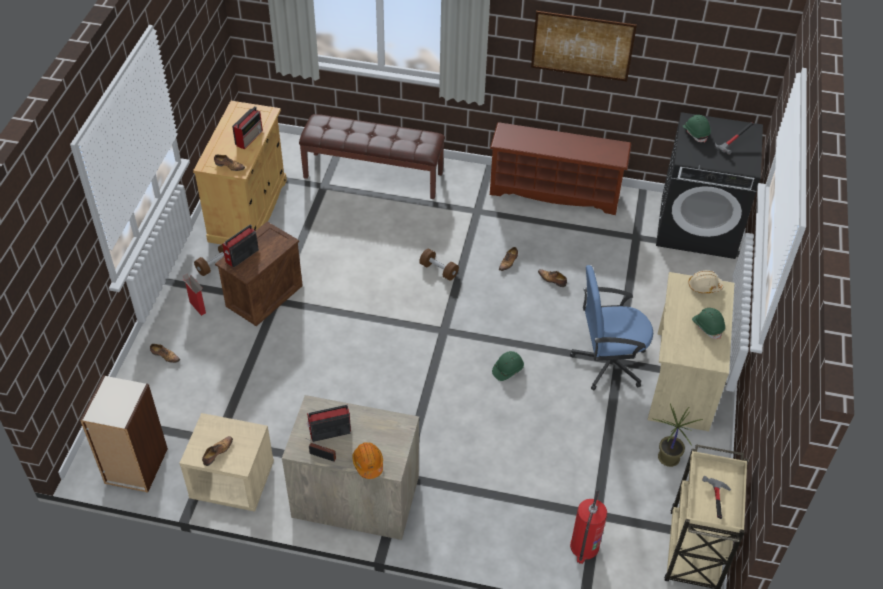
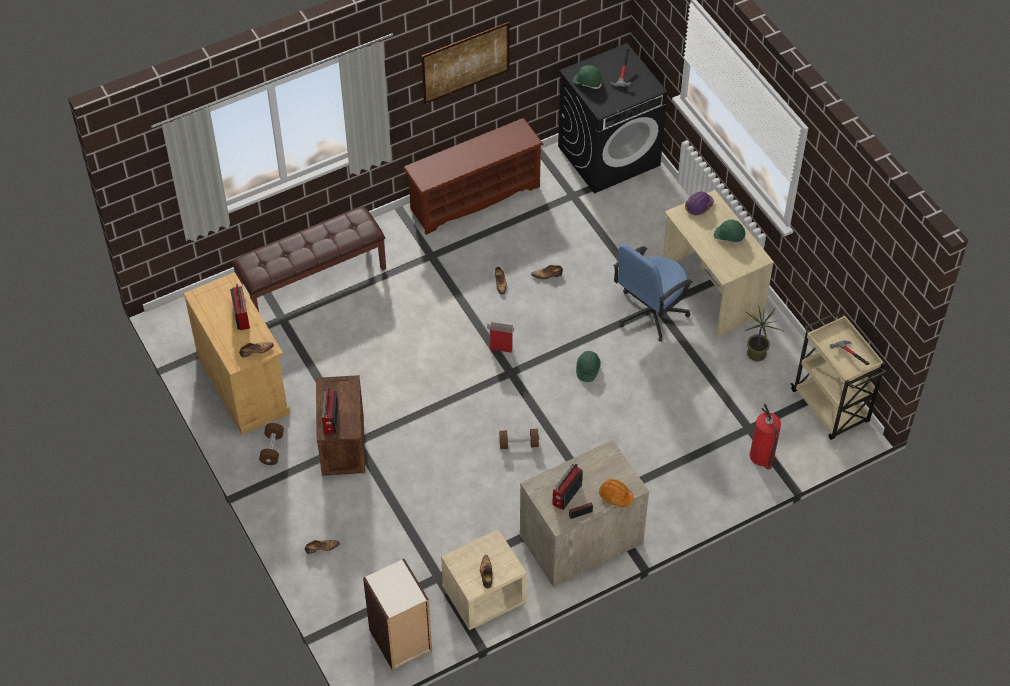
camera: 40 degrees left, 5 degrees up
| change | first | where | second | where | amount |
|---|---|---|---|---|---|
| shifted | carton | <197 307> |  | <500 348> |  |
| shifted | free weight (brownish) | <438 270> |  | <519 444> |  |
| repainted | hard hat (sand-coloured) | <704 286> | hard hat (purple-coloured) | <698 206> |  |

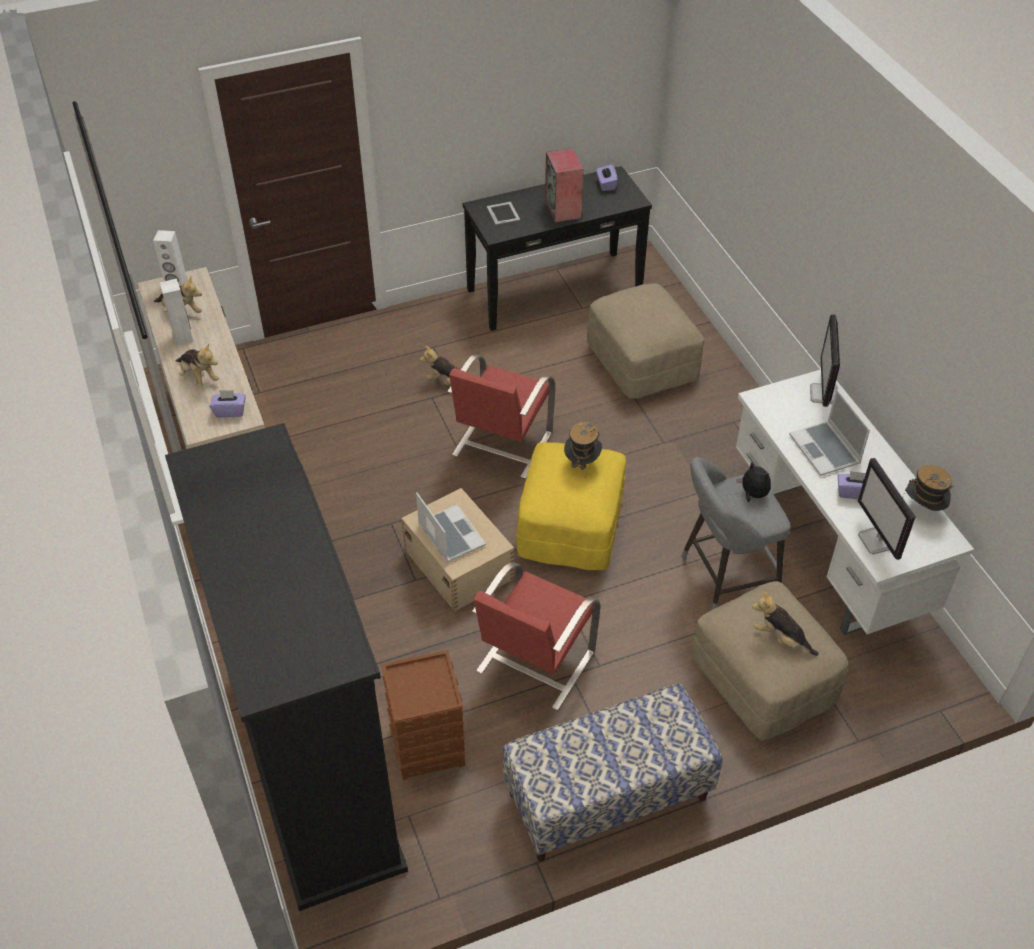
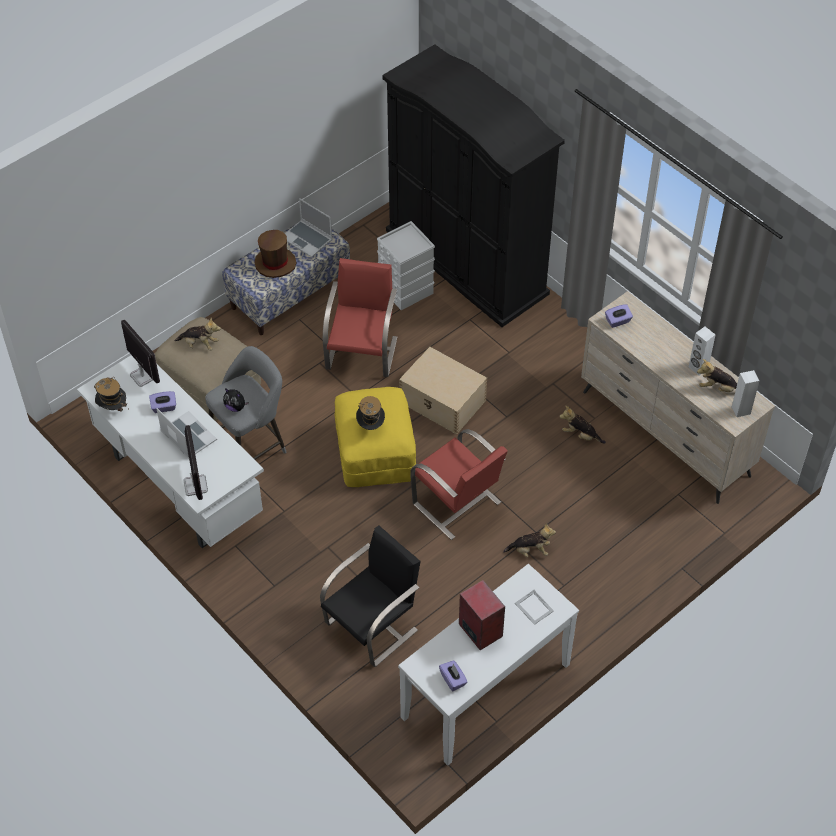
camera: 160 degrees right, 5 degrees up
| change | first | where | second | where | amount |
|---|---|---|---|---|---|
| new |  |  | hat (brownish) | <275 263> |  |
| shifted | soft toy | <198 377> |  | <580 435> |  |
| shifted | portable computer | <450 535> |  | <307 239> |  |
| swapped | footrest (sand-coloured) | <641 362> | chair (black) | <373 626> |  |
| repainted | storage bin (brownish) | <428 745> | storage bin (whitish) | <406 290> |  |
| repainted | console table (black) | <554 290> | console table (whitish) | <486 691> |  |
| rotated | chair (red-coloured) | <501 445> |  | <457 504> | 135 degrees clockwise |

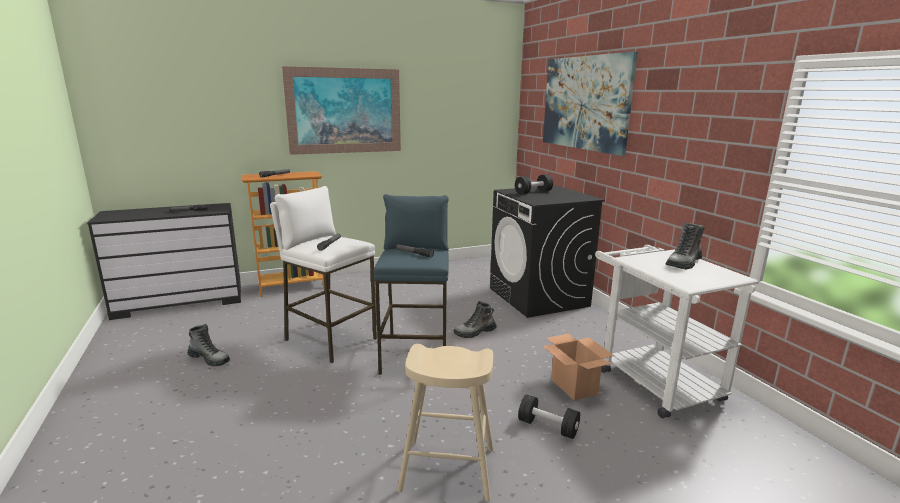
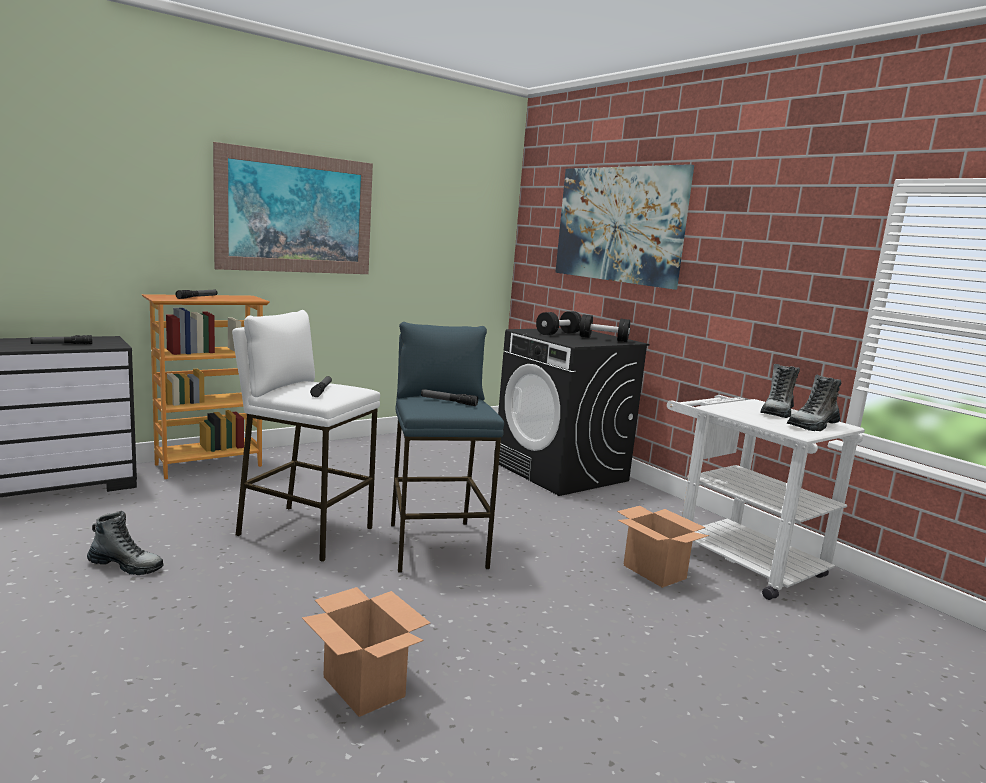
camera: 15 degrees left, 5 degrees down
| change | first | where | second | where | amount |
|---|---|---|---|---|---|
| gone | stool seat (sand-coloured) | <448 469> |  |  |  |
| new |  |  | carton | <362 686> |  |
| shifted | high-top boot | <475 332> |  | <813 426> |  |
| shifted | free weight (black) | <548 427> |  | <603 339> |  |

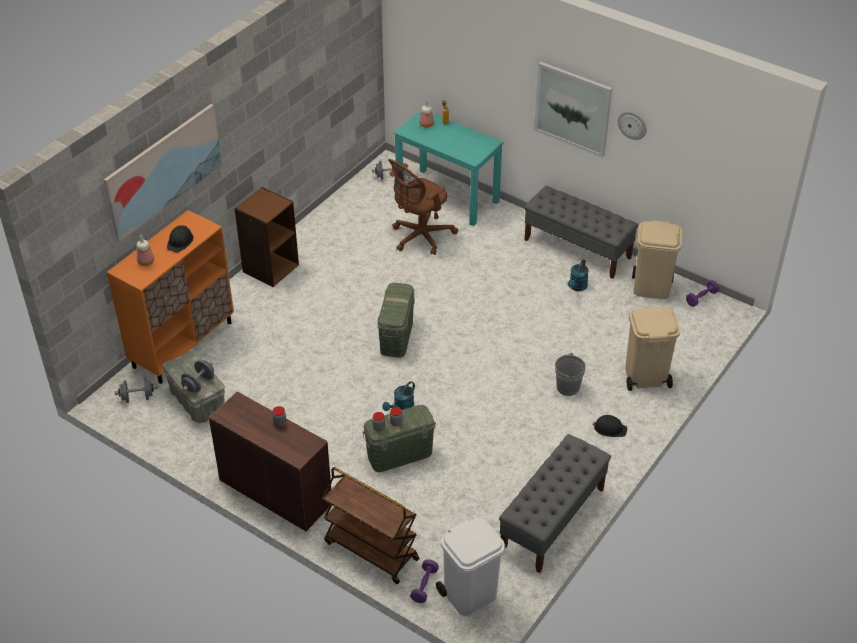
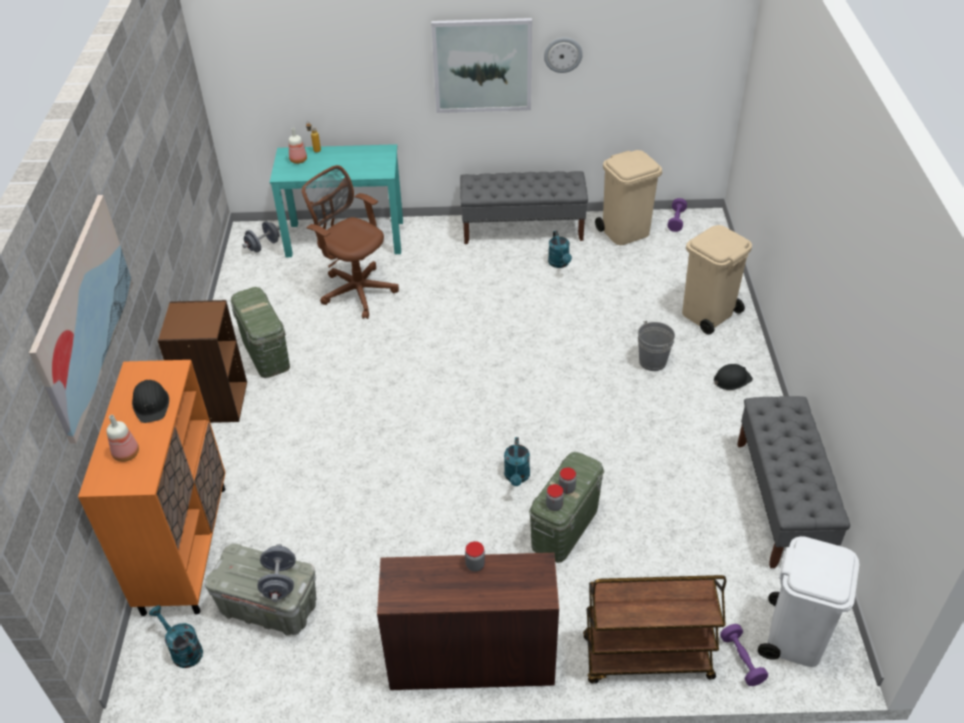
camera: 35 degrees left, 0 degrees up
| change | first | where | second | where | amount |
|---|---|---|---|---|---|
| shifted | storage bin (green) | <396 336> |  | <265 353> |  |
| swapped | free weight (gray) | <137 397> | watering can (blue-green) | <183 650> |  |
| rotated | office chair (brownish) | <420 237> |  | <356 290> | 120 degrees clockwise |

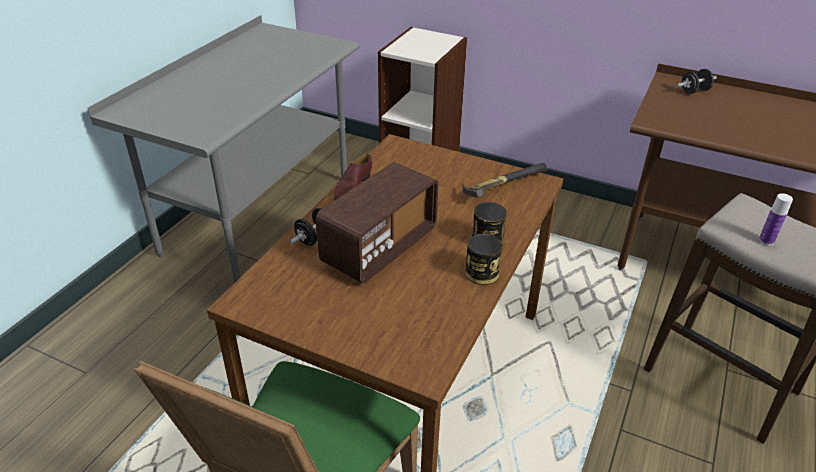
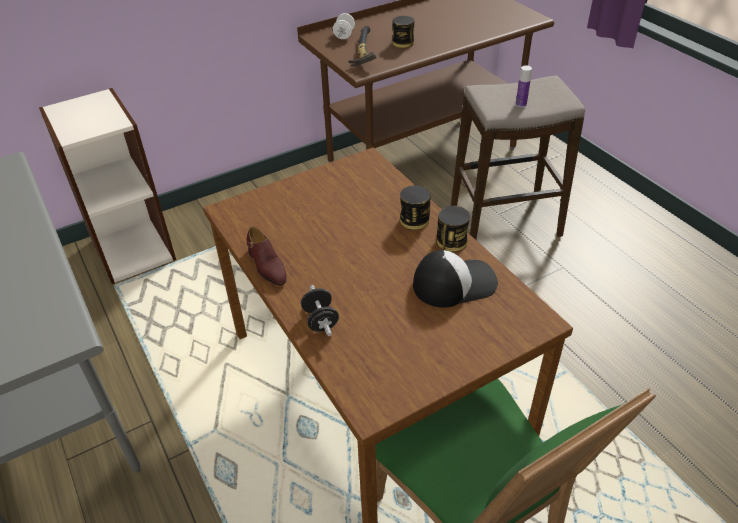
camera: 55 degrees left, 5 degrees up
| change | first | where | second | where | amount |
|---|---|---|---|---|---|
| gone | radio receiver | <379 247> |  |  |  |
| new |  |  | can | <403 43> |  |
| new |  |  | cap | <454 283> |  |
| shifted | tool hammer | <500 187> |  | <362 53> |  |
| repainted | free weight (black) | <694 91> | free weight (whitish) | <344 35> |  |

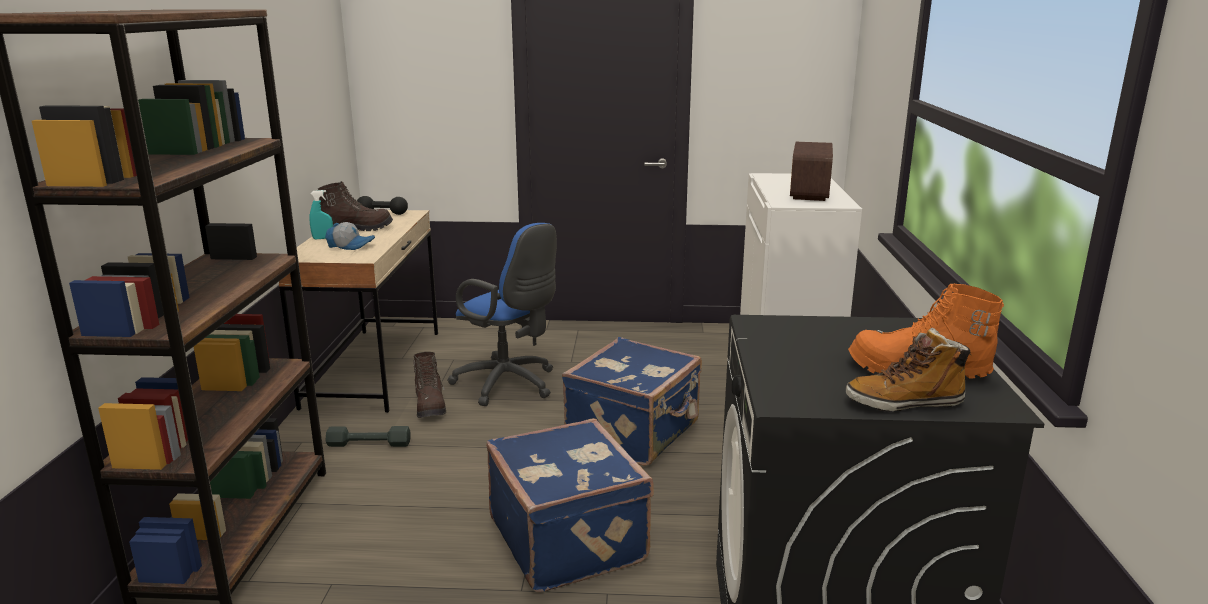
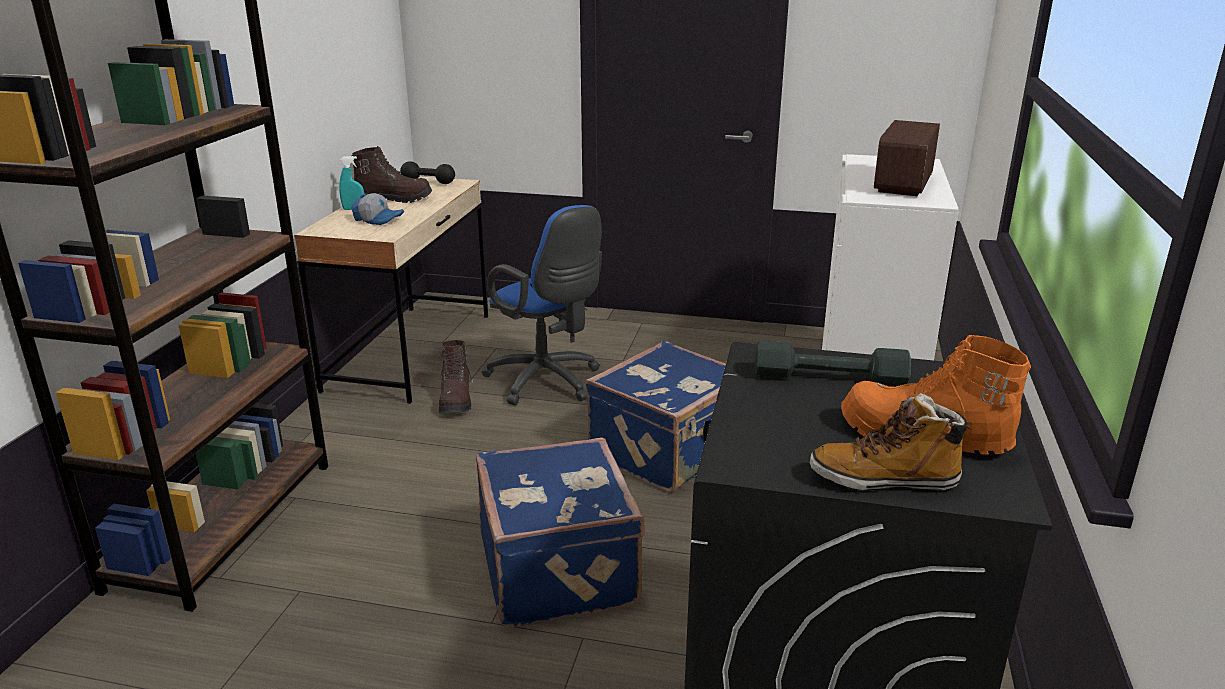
camera: 10 degrees right, 5 degrees up
| change | first | where | second | where | amount |
|---|---|---|---|---|---|
| shifted | free weight (gray) | <369 444> |  | <830 378> |  |

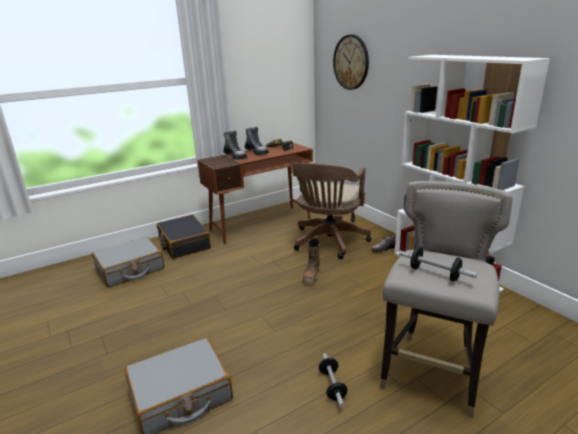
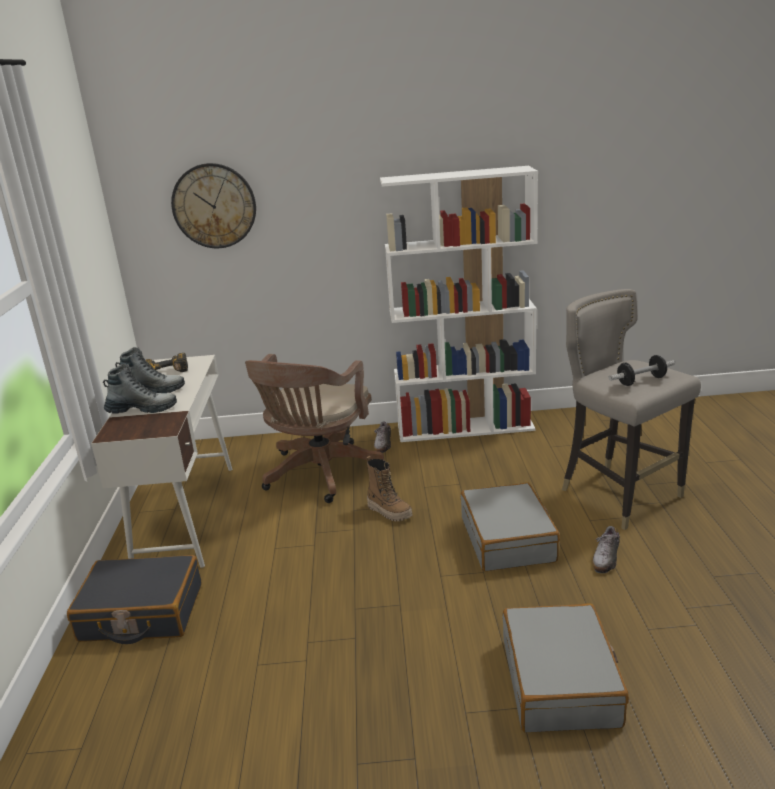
camera: 60 degrees left, 0 degrees up
| change | first | where | second | where | amount |
|---|---|---|---|---|---|
| shifted | suitcase (gray) | <130 269> |  | <508 539> |  |
| swapped | free weight | <332 386> | shoe | <606 557> |  |
| repainted | desk (brownish) | <261 224> | desk (whitish) | <186 514> |  |
| rotated | office chair (brownish) | <328 242> |  | <319 475> | 60 degrees clockwise |

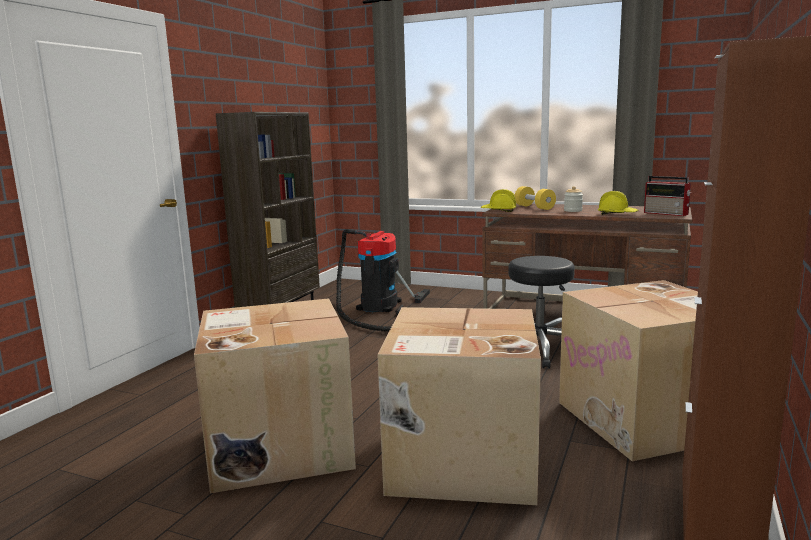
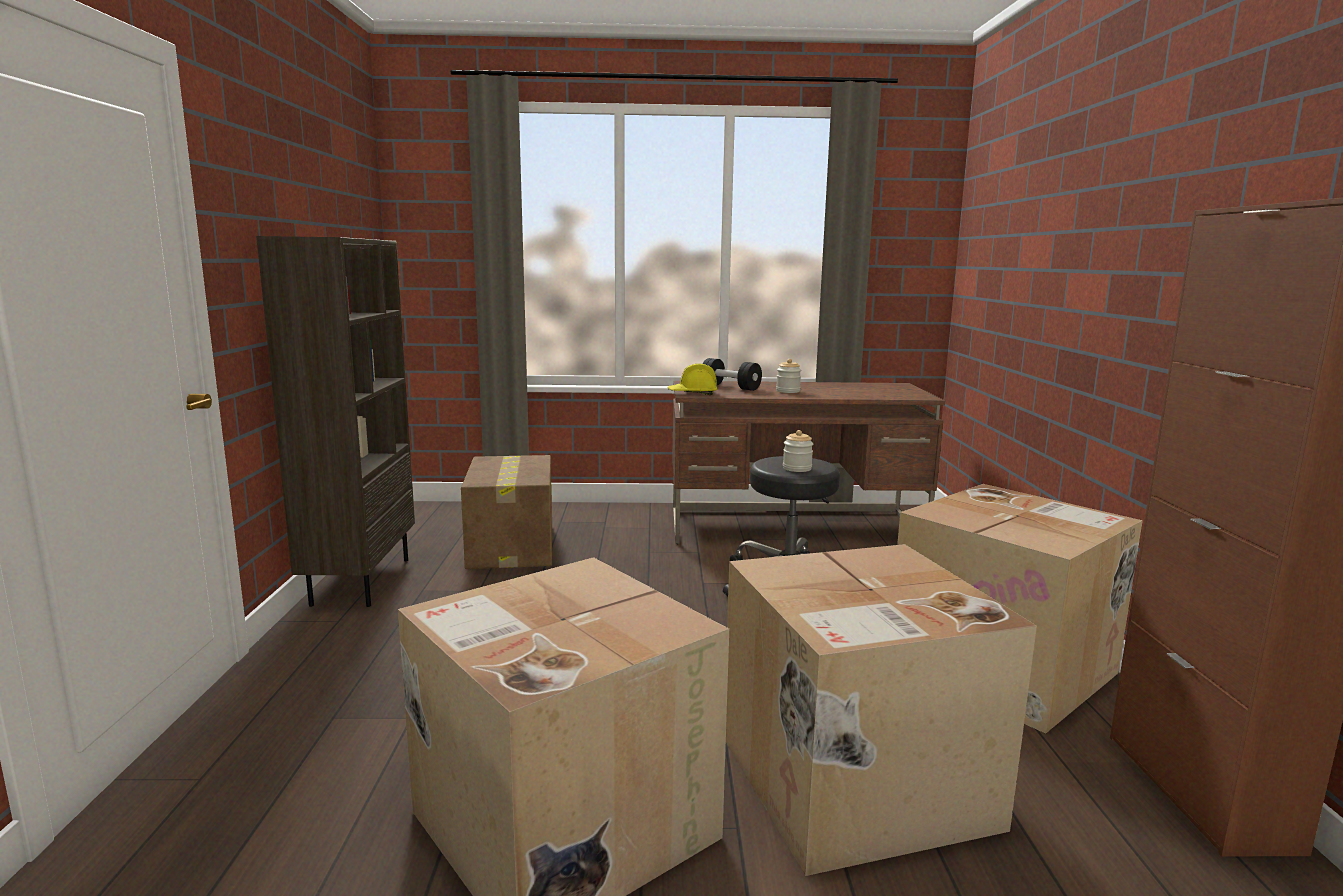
camera: 25 degrees left, 0 degrees up
| change | first | where | second | where | amount |
|---|---|---|---|---|---|
| gone | hard hat (yellowish) | <617 214> |  |  |  |
| gone | radio receiver | <667 213> |  |  |  |
| new |  |  | jar | <797 468> |  |
| swapped | vacuum | <379 308> | carton | <511 545> |  |
| repainted | free weight (yellowish) | <534 207> | free weight (black) | <730 387> |  |

